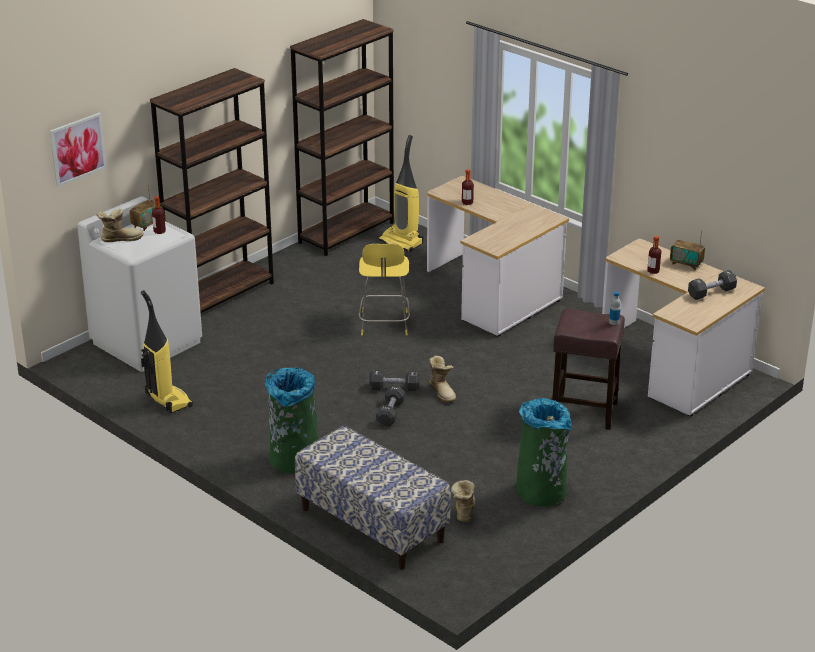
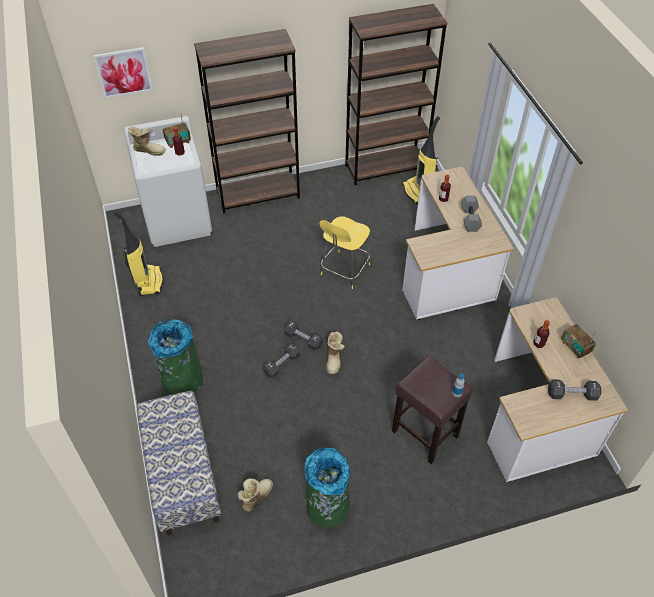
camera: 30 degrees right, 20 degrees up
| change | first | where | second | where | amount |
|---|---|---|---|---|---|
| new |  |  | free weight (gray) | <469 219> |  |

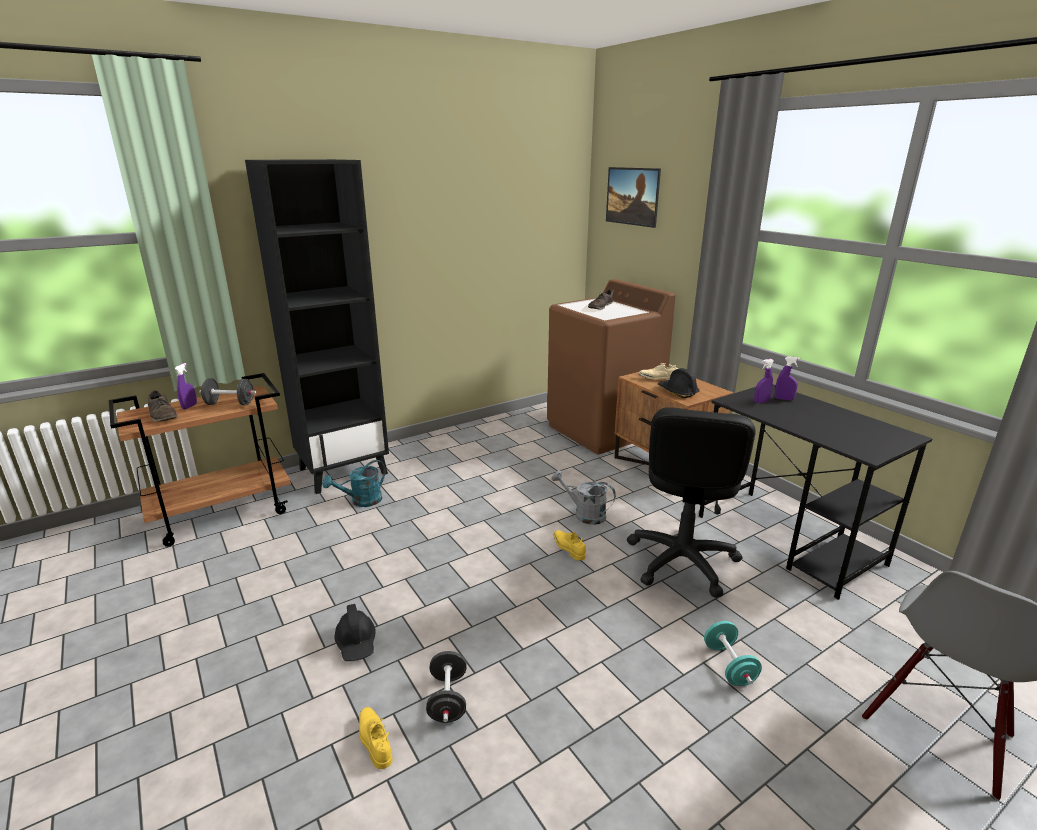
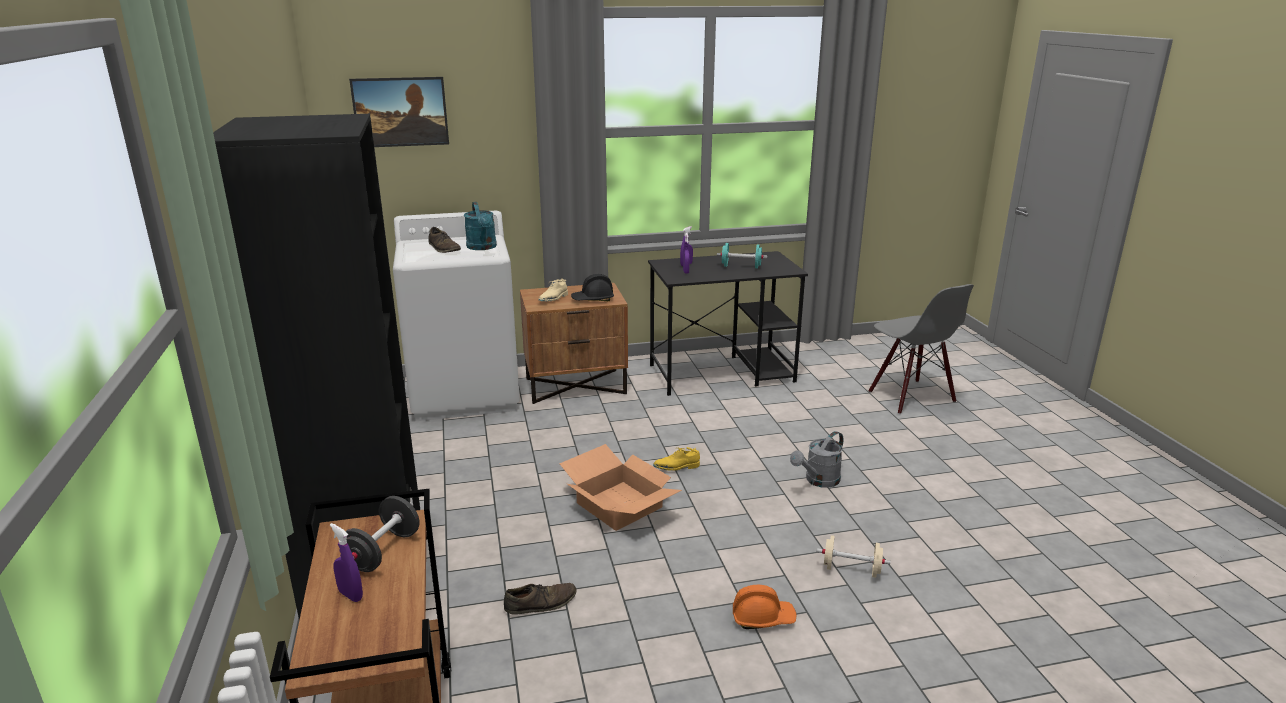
camera: 70 degrees left, 0 degrees up
| change | first | where | second | where | amount |
|---|---|---|---|---|---|
| gone | shoe (yellowish) | <374 741> |  |  |  |
| gone | office chair (black) | <681 561> |  |  |  |
| new |  |  | carton | <621 505> |  |
| shifted | shoe (brownish) | <163 414> |  | <541 603> |  |
| shifted | watering can (blue-green) | <361 501> |  | <483 247> |  |
| shifted | watering can (gray) | <584 514> |  | <818 481> |  |
| shifted | free weight (blue-green) | <729 665> |  | <741 266> |  |
| repainted | hard hat (black) | <356 642> | hard hat (orangey) | <762 618> |  |
| repainted | free weight (black) | <448 699> | free weight (sand-coloured) | <851 570> |  |
| repainted | laundry appliance (brownish) | <603 430> | laundry appliance (whitish) | <466 393> |  |

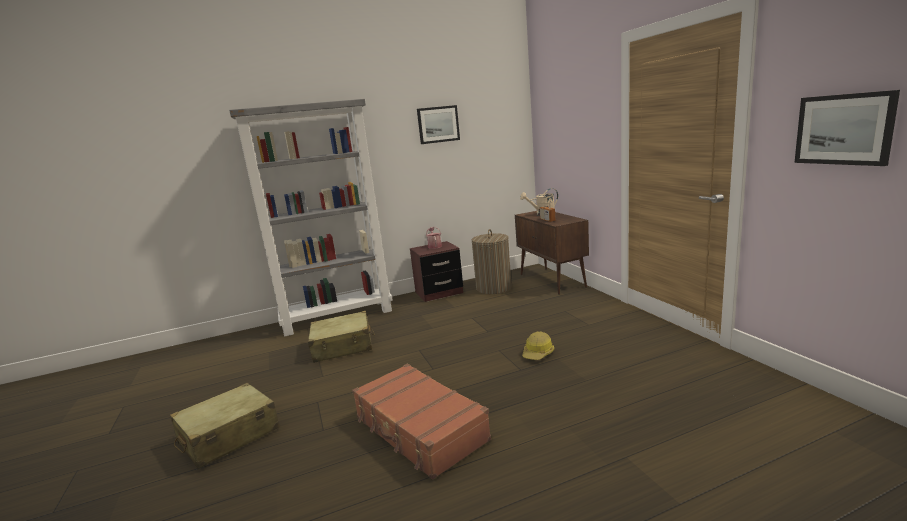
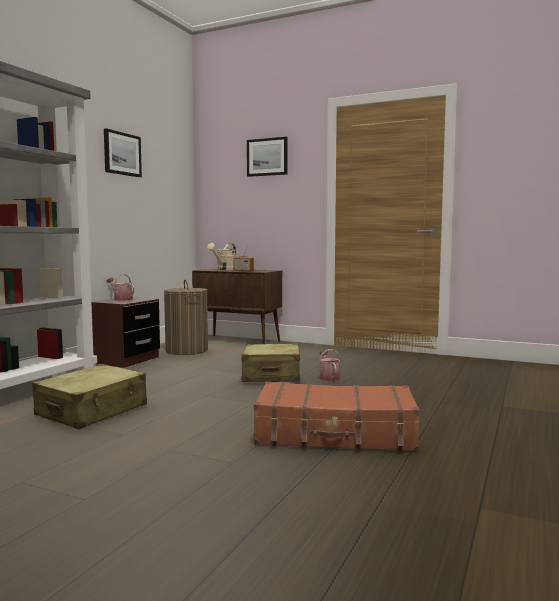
camera: 45 degrees left, 10 degrees down
| change | first | where | second | where | amount |
|---|---|---|---|---|---|
| shifted | suitcase (sand-coloured) | <228 436> |  | <271 376> |  |
| shifted | wall art | <843 129> |  | <267 157> |  |
| swapped | hard hat | <538 353> | watering can | <328 377> |  |

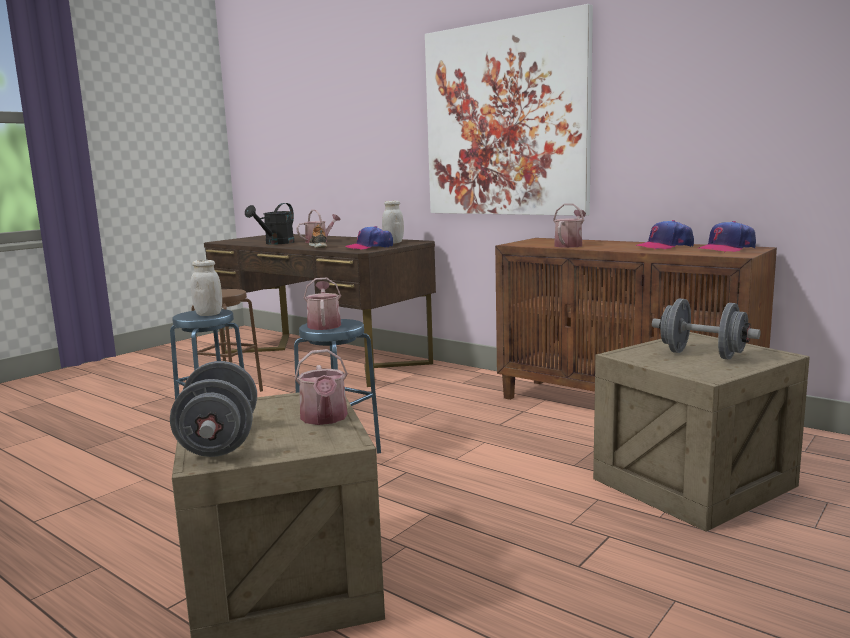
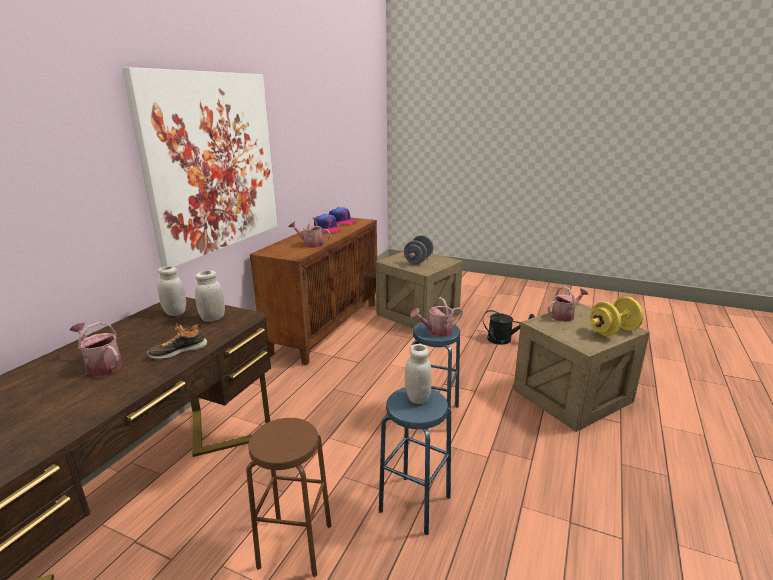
camera: 105 degrees left, 10 degrees up
| change | first | where | second | where | amount |
|---|---|---|---|---|---|
| shifted | watering can (black) | <276 243> |  | <504 339> |  |
| swapped | cap | <370 247> | jar (whitish) | <213 318> |  |
| repainted | free weight (gray) | <219 442> | free weight (yellowish) | <613 331> |  |

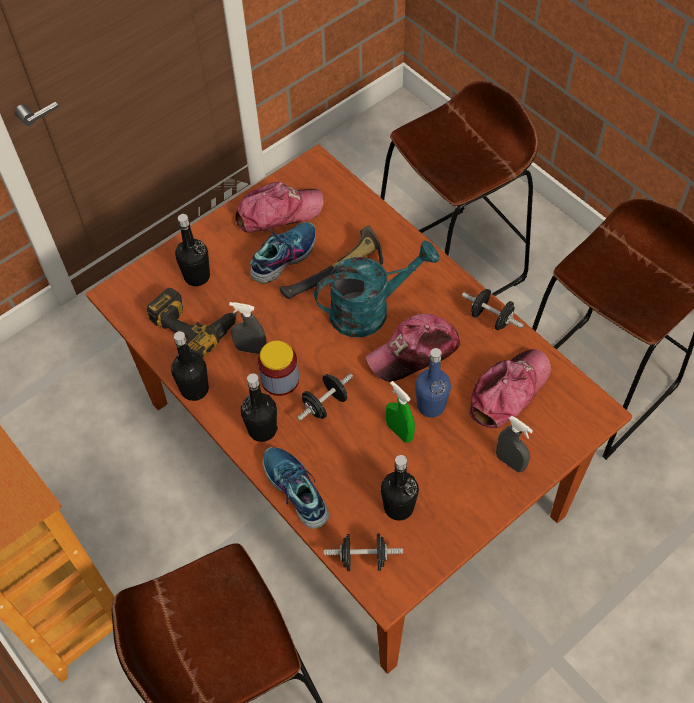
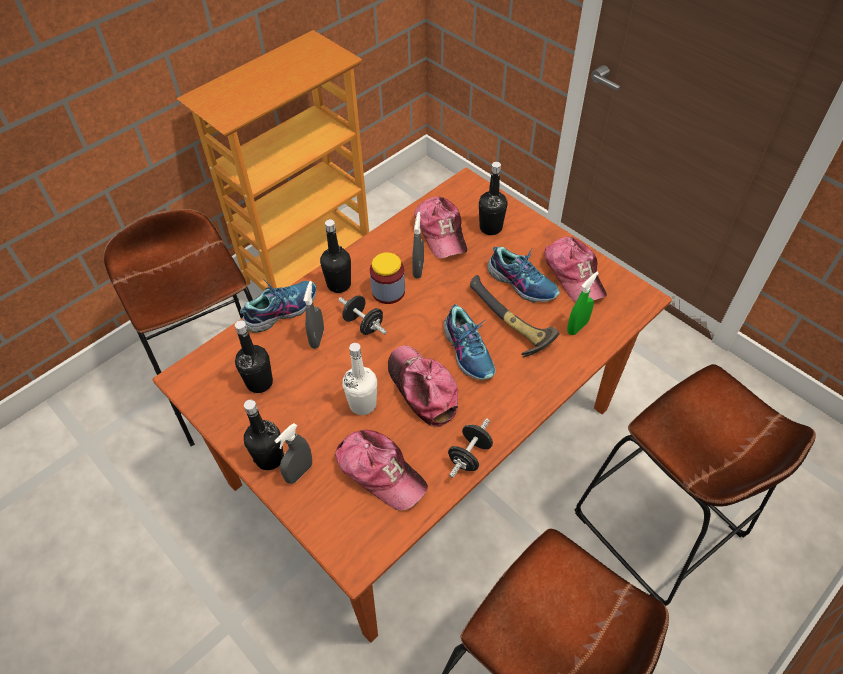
camera: 85 degrees right, 5 degrees down
| change | first | where | second | where | amount |
|---|---|---|---|---|---|
| gone | free weight (black) | <363 559> |  |  |  |
| new |  |  | sprayer (gray) | <317 338> |  |
| shifted | beverage bottle (black) | <195 389> |  | <269 458> |  |
| shifted | sprayer (green) | <399 432> |  | <577 327> |  |
| swapped | drill | <195 324> | cap | <441 232> |  |
| swapped | watering can (blue-green) | <370 310> | shoe | <469 351> |  |
| repainted | beverage bottle (blue-coloured) | <431 406> | beverage bottle (whitish) | <362 404> |  |

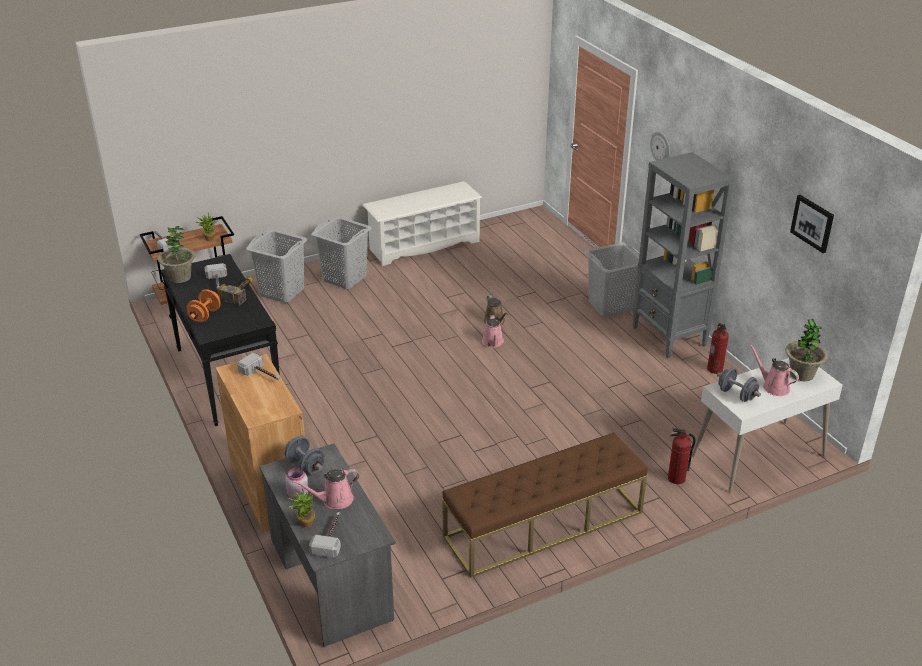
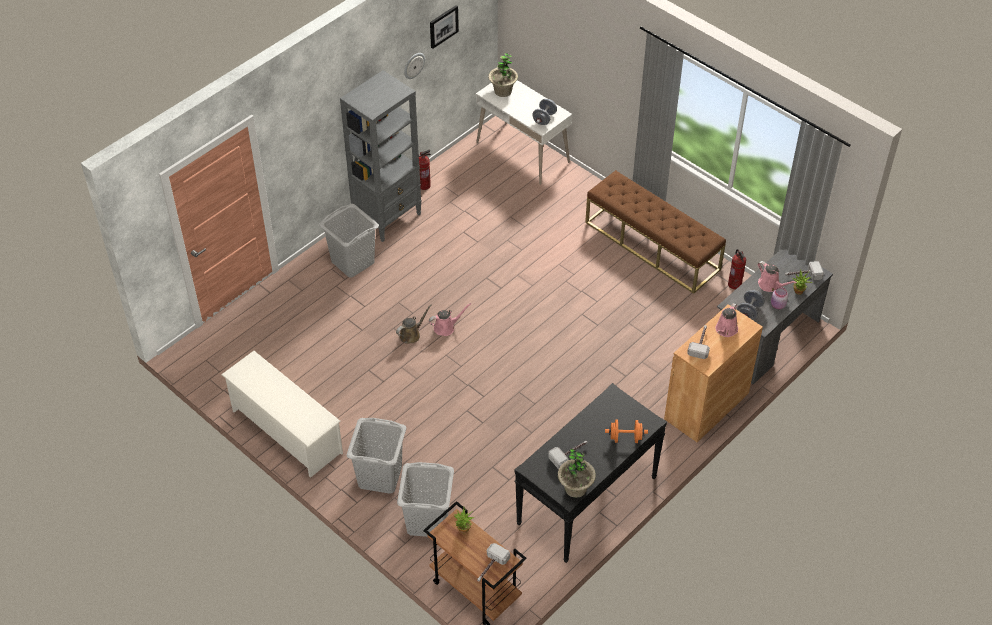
camera: 110 degrees left, 15 degrees up
| change | first | where | second | where | amount |
|---|---|---|---|---|---|
| gone | tool hammer | <241 292> |  |  |  |
| shifted | wall clock | <661 147> |  | <413 65> |  |
| shifted | fire extinguisher | <676 479> |  | <735 284> |  |
| shifted | watering can (pink-coloured) | <773 386> |  | <725 330> |  |

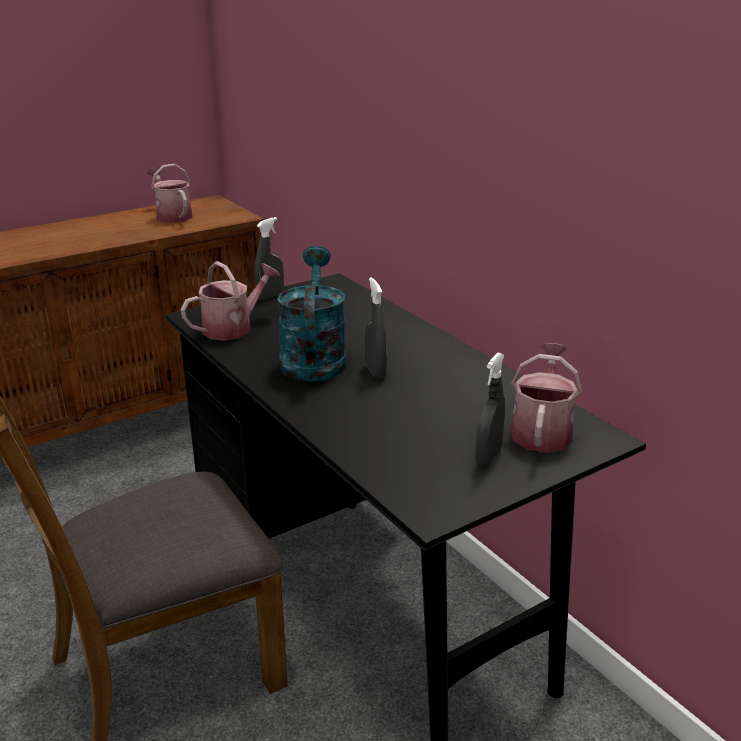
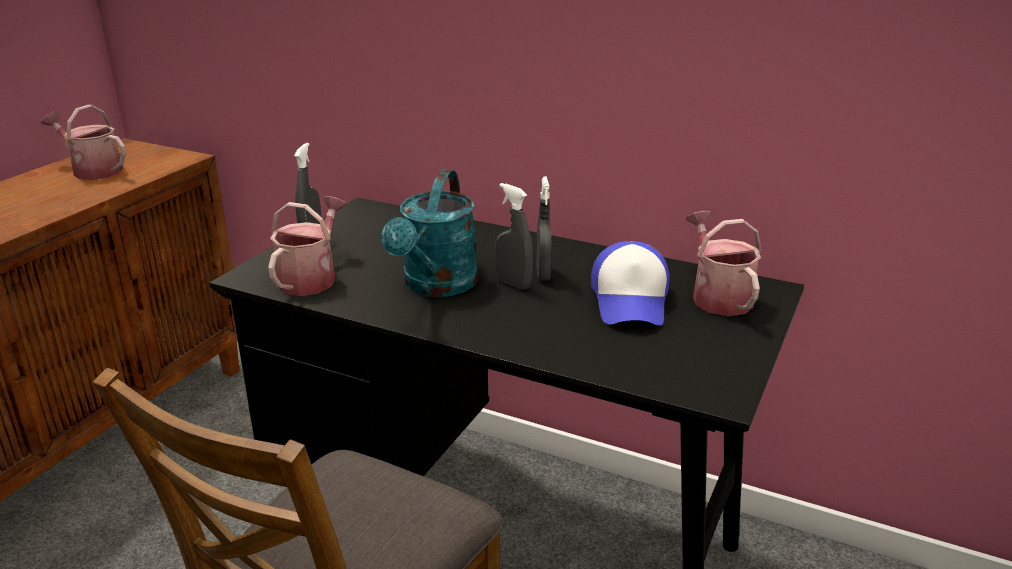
camera: 30 degrees left, 0 degrees up
| change | first | where | second | where | amount |
|---|---|---|---|---|---|
| new |  |  | cap | <631 300> |  |
| shifted | sprayer (gray) | <488 457> |  | <543 274> |  |
| rotated | watering can (blue-green) | <313 358> |  | <436 286> | 135 degrees counterclockwise |

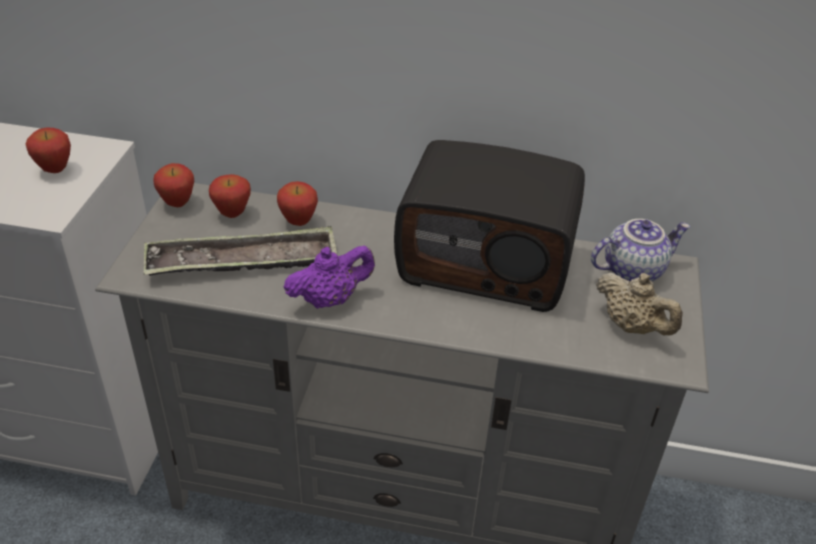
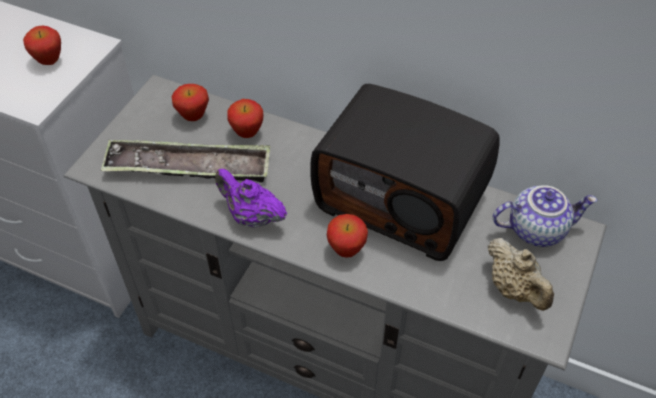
camera: 15 degrees right, 10 degrees up
| change | first | where | second | where | amount |
|---|---|---|---|---|---|
| shifted | apple | <177 203> |  | <346 250> |  |
| rotated | tea pot (purple-coloured) | <330 299> |  | <251 216> | 135 degrees counterclockwise |

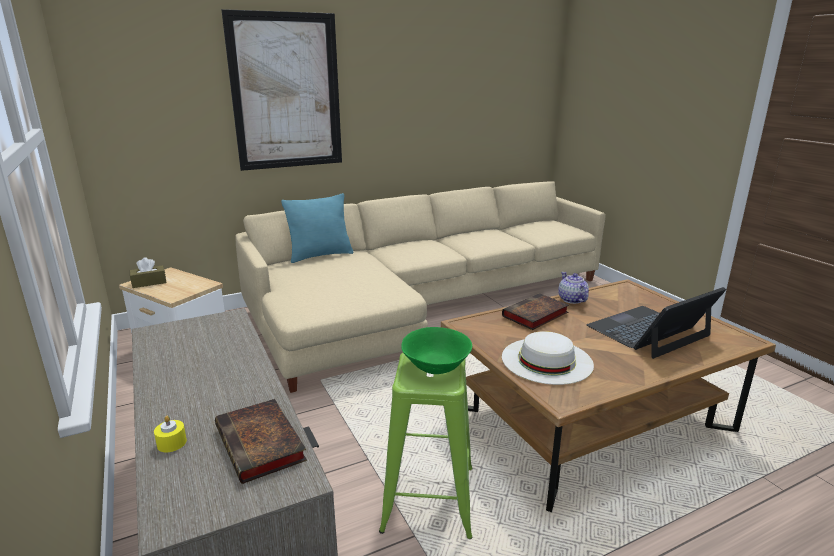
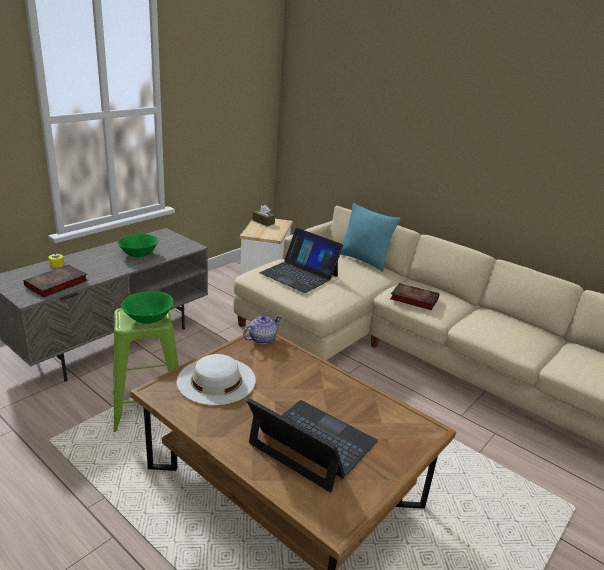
camera: 65 degrees right, 5 degrees up
| change | first | where | second | where | amount |
|---|---|---|---|---|---|
| gone | wall art | <286 92> |  |  |  |
| new |  |  | serving bowl (green) | <139 254> |  |
| new |  |  | portable computer | <299 274> |  |
| shifted | book | <534 315> |  | <413 299> |  |
| shifted | tea pot | <572 300> |  | <261 339> |  |

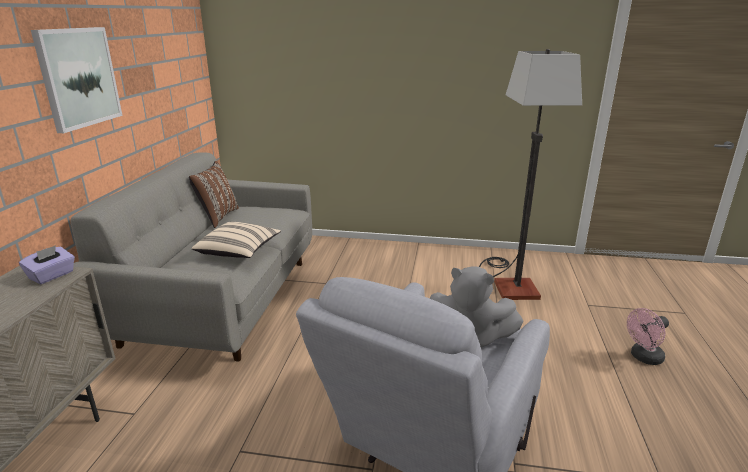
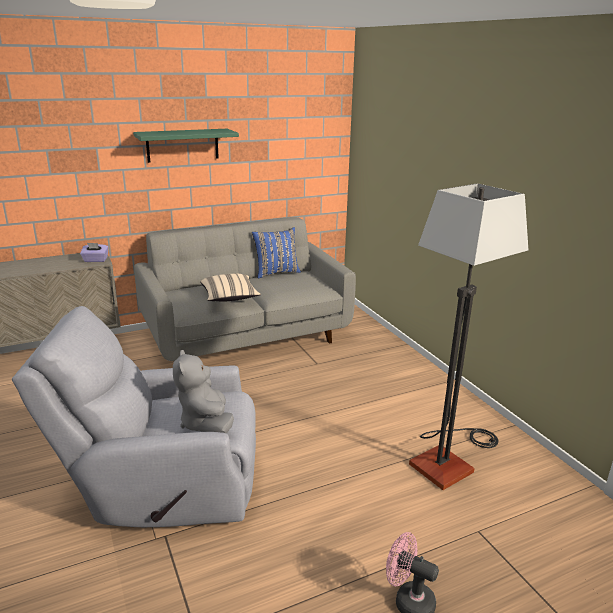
camera: 55 degrees right, 0 degrees up
| change | first | where | second | where | amount |
|---|---|---|---|---|---|
| swapped | wall art | <78 77> | shelf (green) | <182 145> |  |
| repainted | throw pillow (brownish) | <217 217> | throw pillow (blue-coloured) | <276 272> |  |

